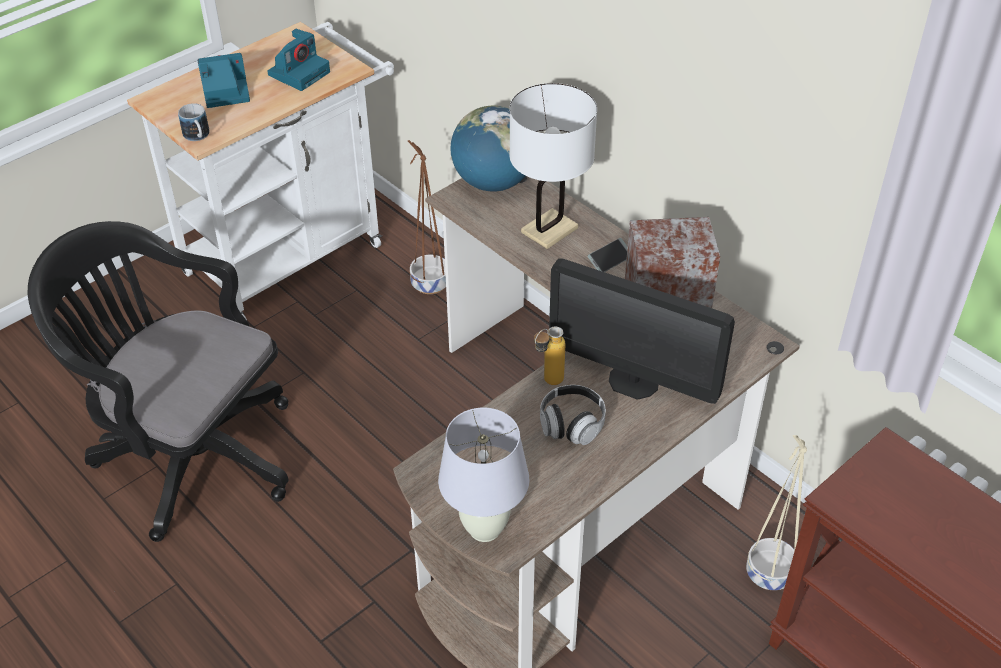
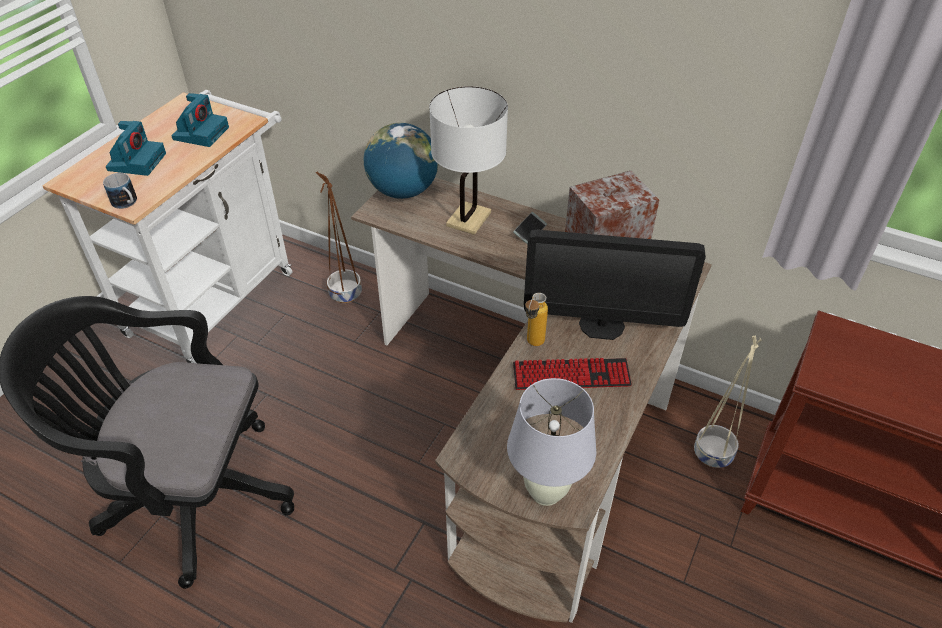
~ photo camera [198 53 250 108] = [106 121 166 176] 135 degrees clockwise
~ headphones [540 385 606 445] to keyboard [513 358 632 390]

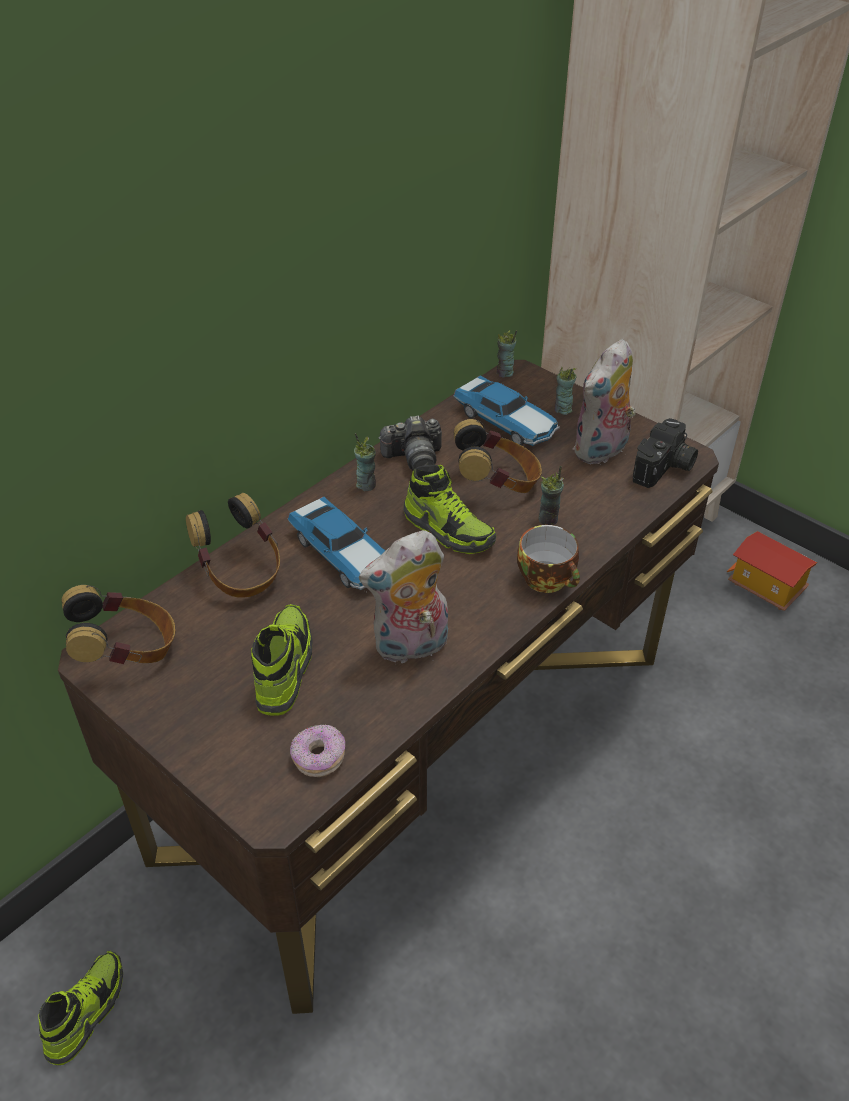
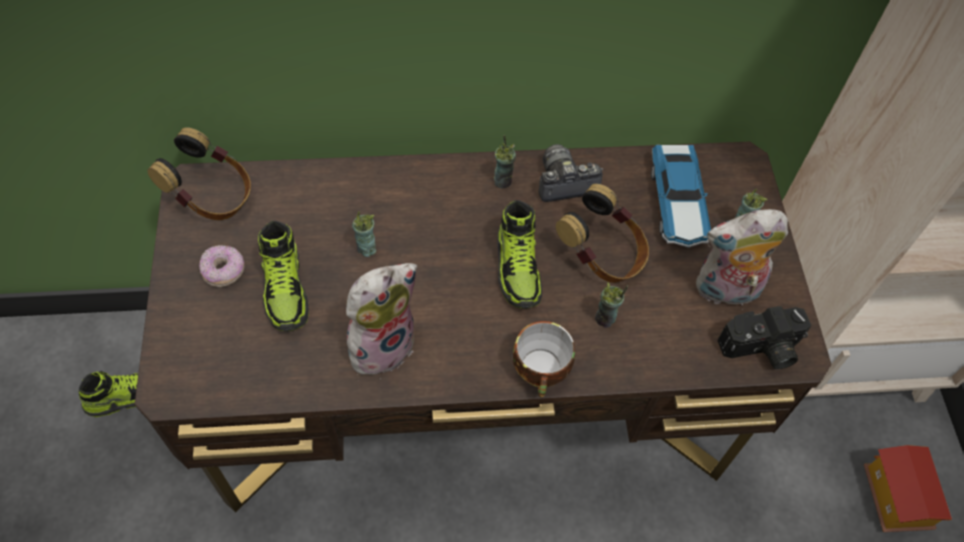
~ donut [290 725 345 777] to [199 245 244 287]
~ shoe [251 604 313 716] = [258 221 309 332] 120 degrees clockwise
~ plush toy [359 530 448 664] = [346 263 417 375] 120 degrees clockwise
~ cup [497 330 517 378] to [352 211 377 257]
~ photo camera [379 415 442 470] = [539 144 603 202] 135 degrees clockwise
- headphones [186 493 280 598]
- toy car [288 497 385 590]

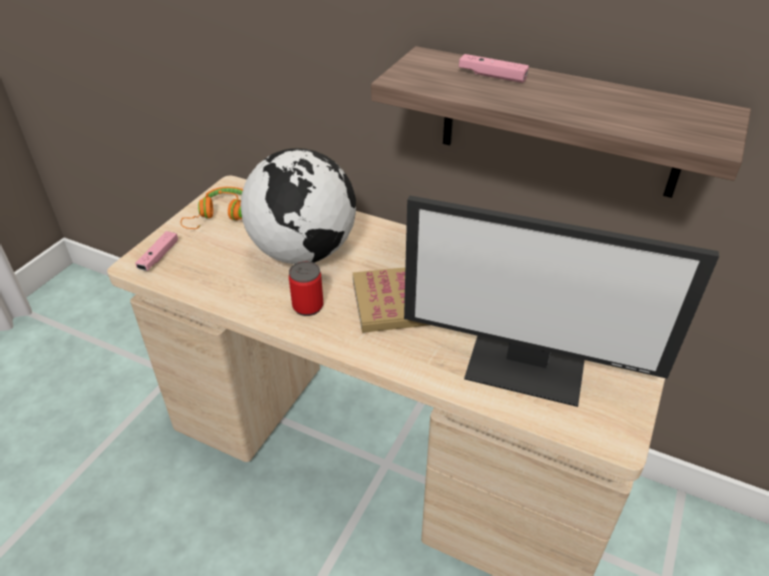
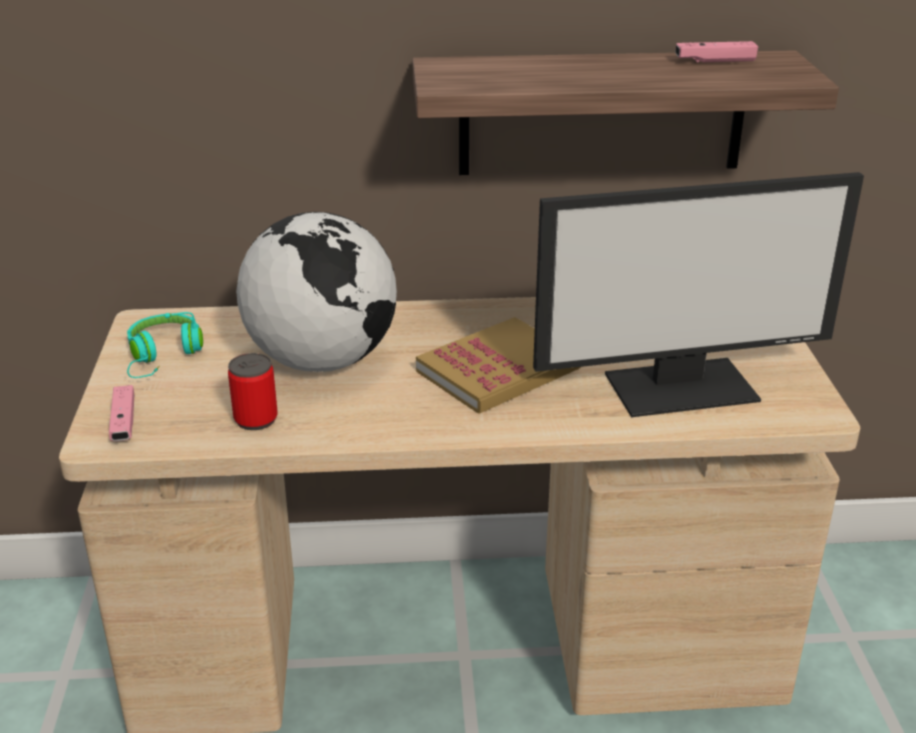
~ orange headphones [180 187 243 229] to turquoise headphones [127 312 203 378]
~ can [289 261 324 316] to [228 353 278 430]
~ pink game controller [459 54 529 83] to [675 41 758 63]

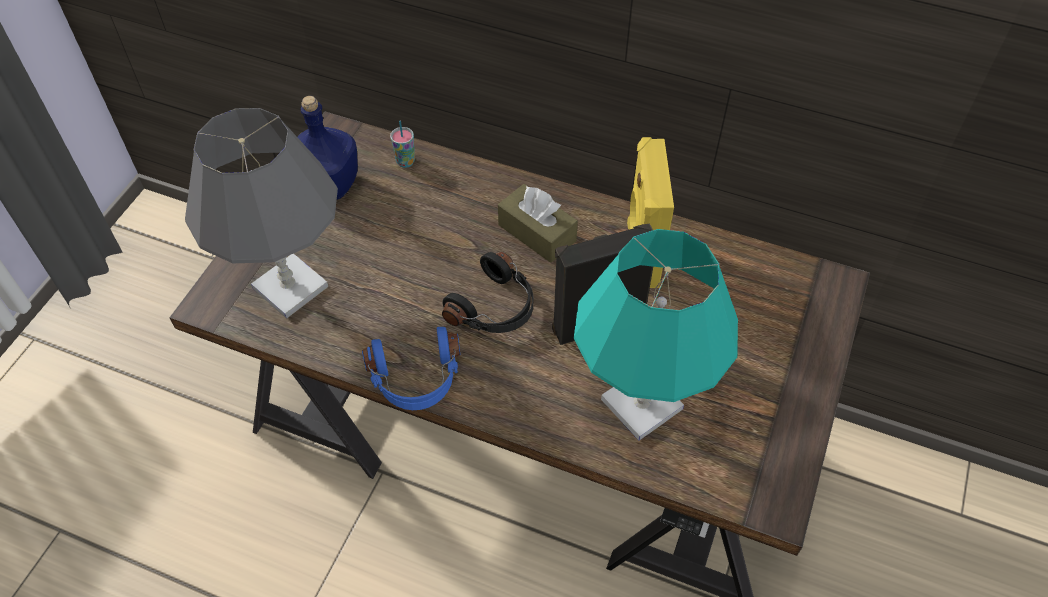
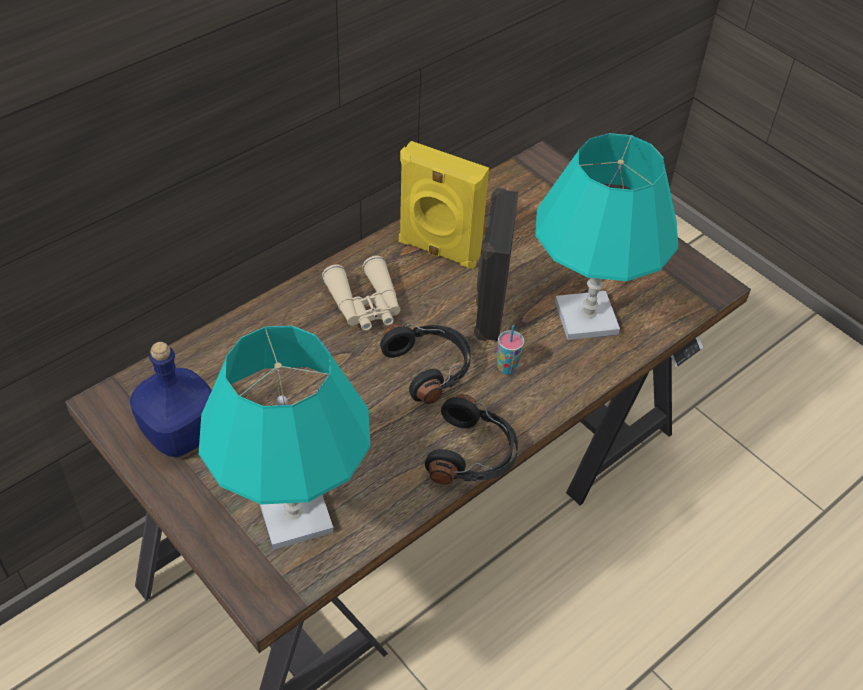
~ grey table lamp [185 108 338 319] to turquoise table lamp [199 326 371 550]
~ brown tissue box [498 184 578 263] to beige binoculars [322 256 400 331]
~ blue headphones [362 327 460 410] to black headphones [425 394 519 484]
~ cup [390 121 415 168] to [497 325 524 375]

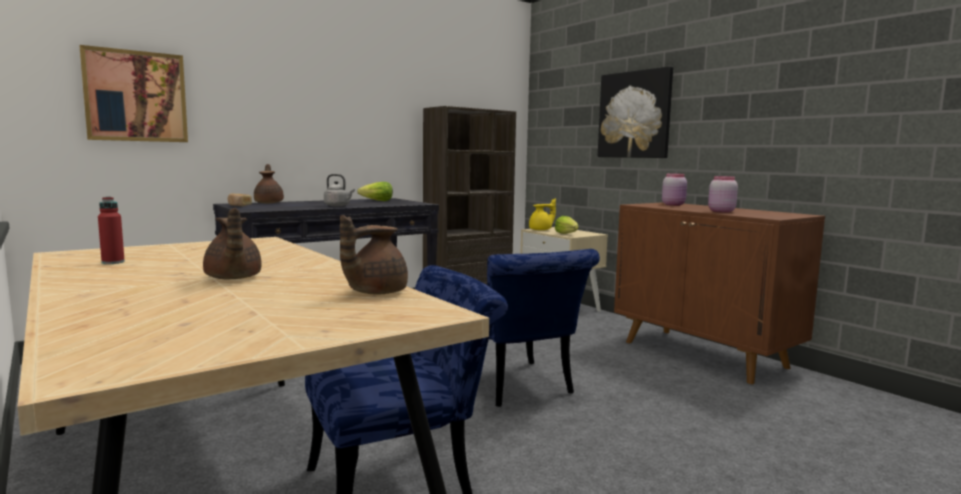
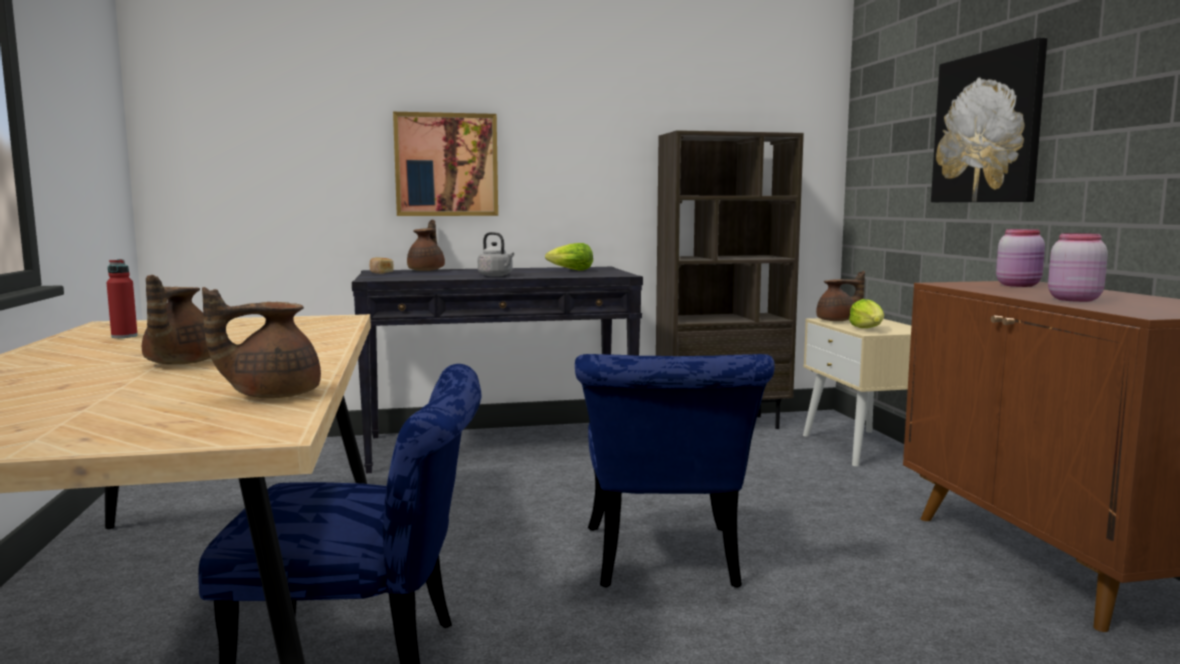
~ picture [80 45 188 142] to [393 112 498 216]
~ yellow teapot [529 199 556 230] to brown teapot [816 271 865 321]

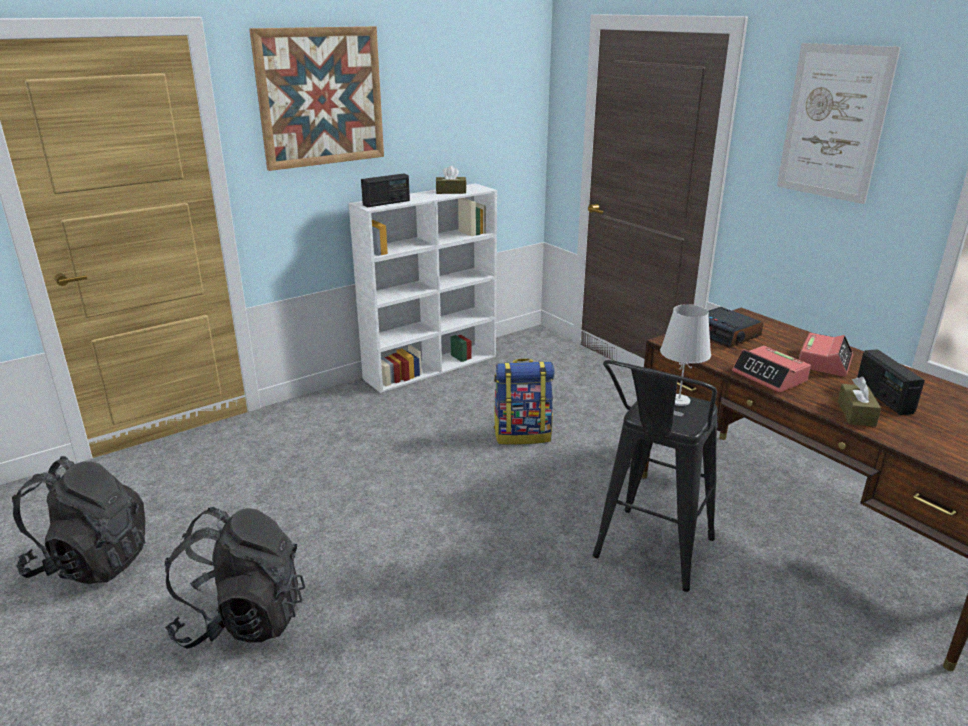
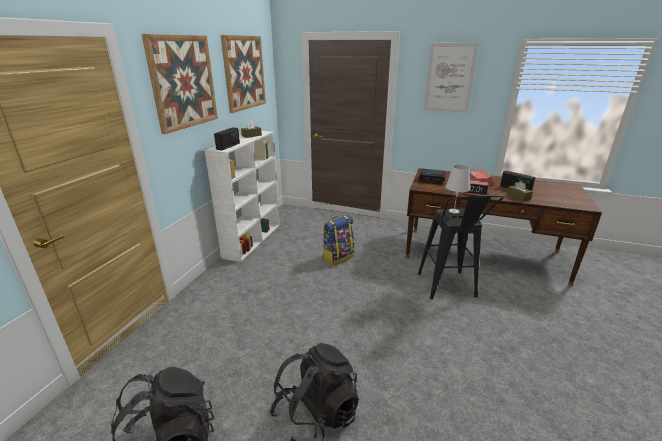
+ picture [221 35 266 113]

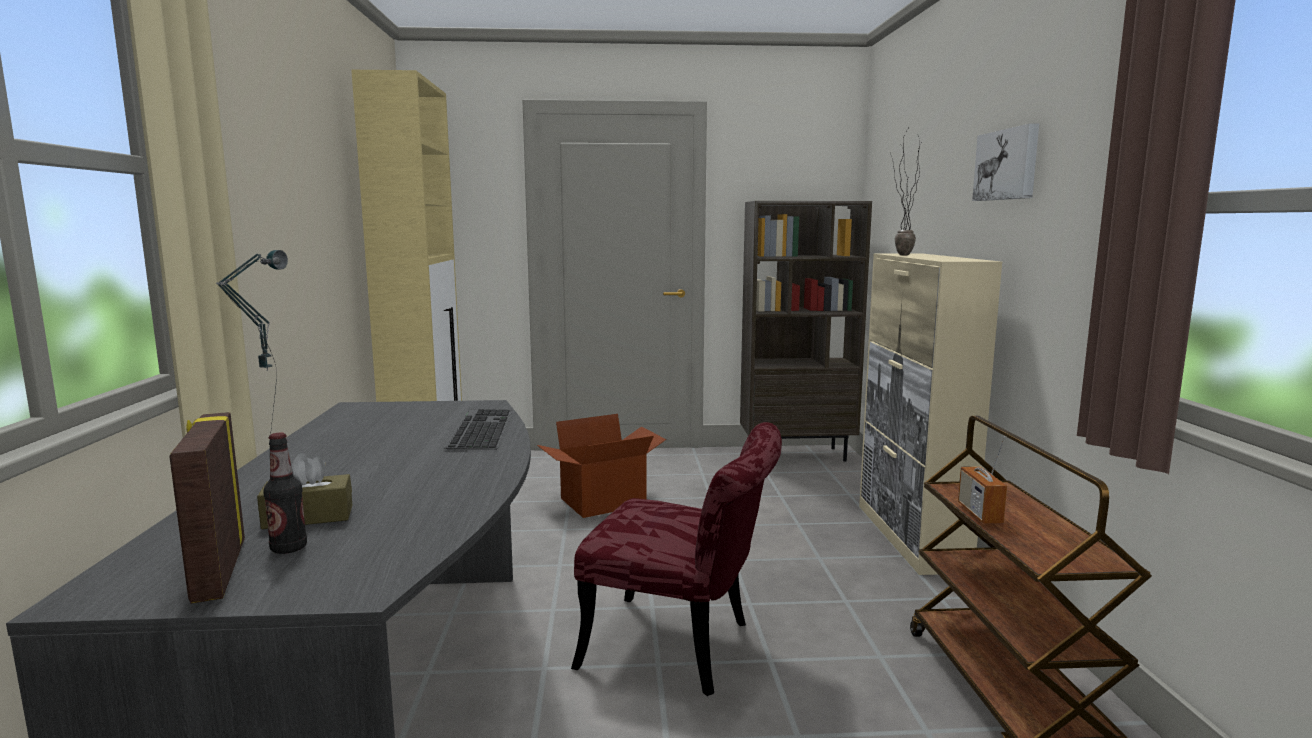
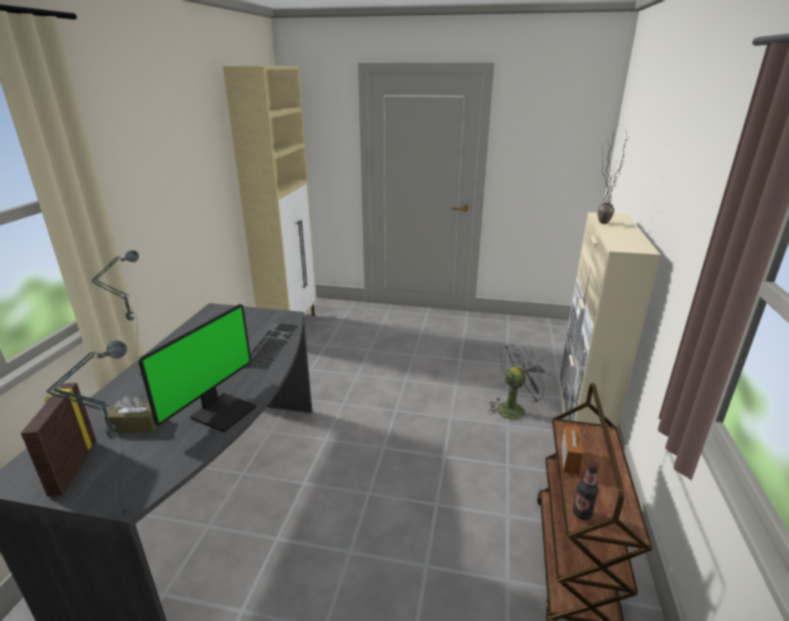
+ table lamp [45 341 127 513]
+ monitor [138 304 256 432]
+ grey fan [488 341 551 421]
~ bottle [263 433 307 554] to [573 461 599 520]
- cardboard box [537 414 666 518]
- red chair [571 422 782 696]
- brown bookcase [740 201 872 461]
- picture [972 123 1039 201]

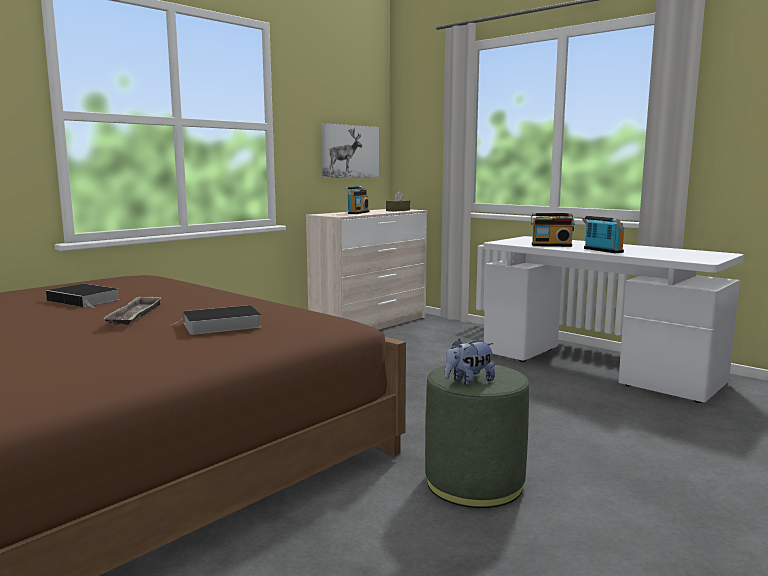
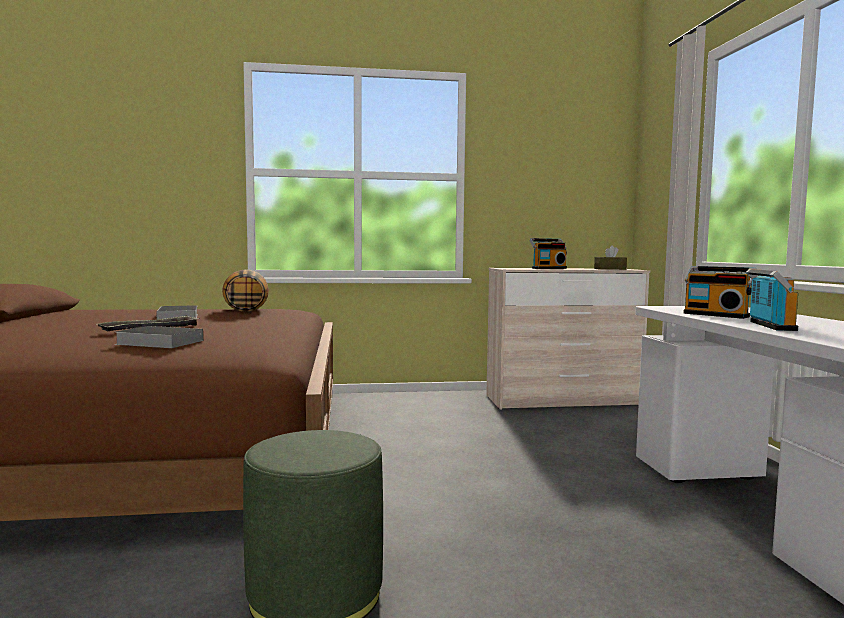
+ pillow [222 269 269 312]
- picture [321 123 379 178]
- plush toy [445 339 495 386]

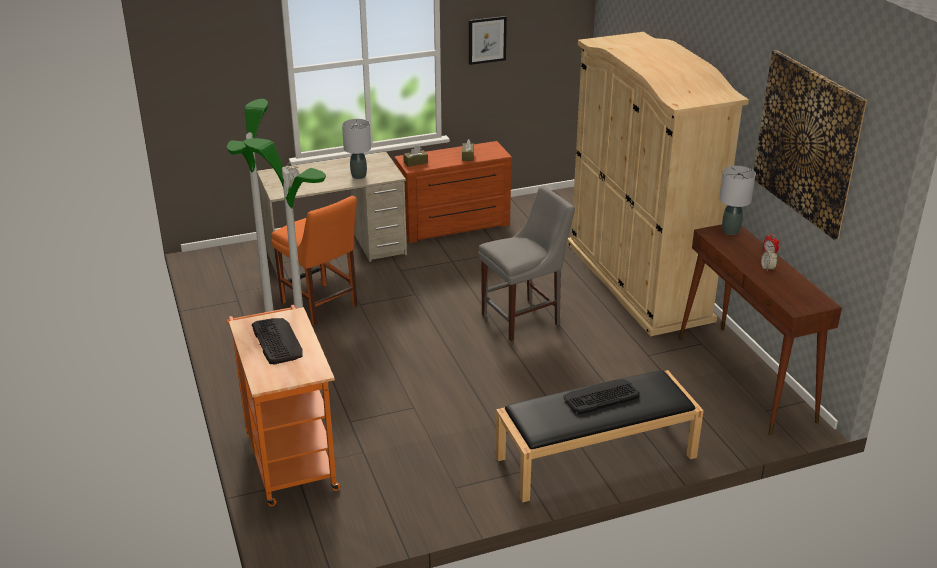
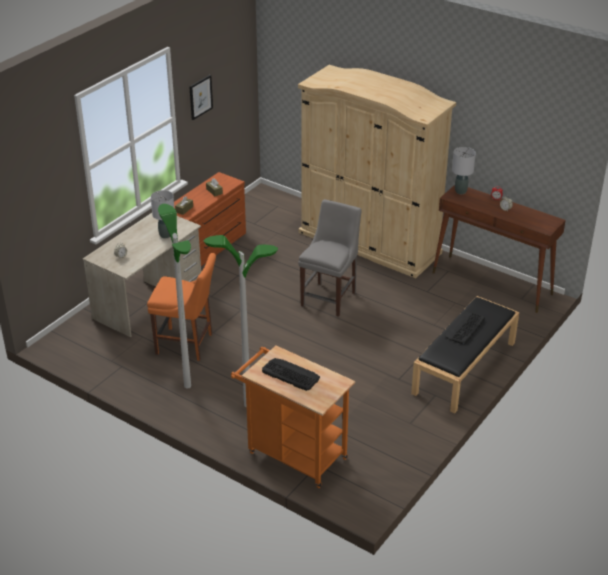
- picture [754 50 867 240]

